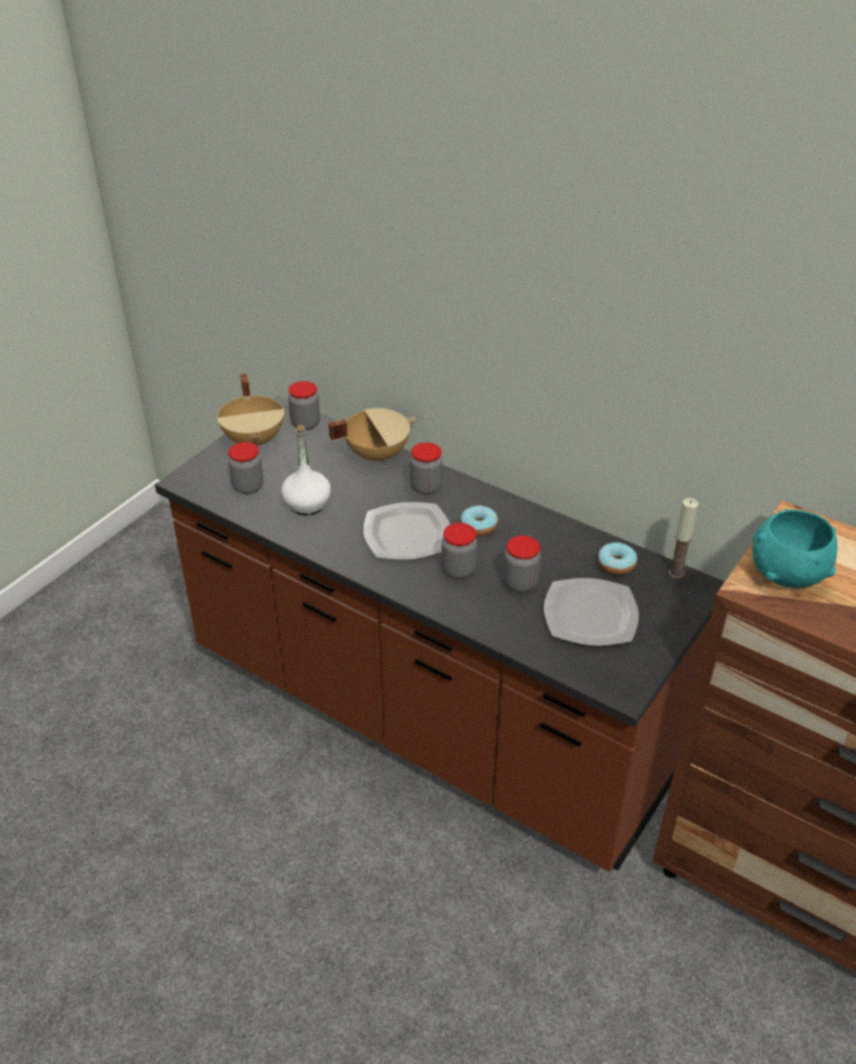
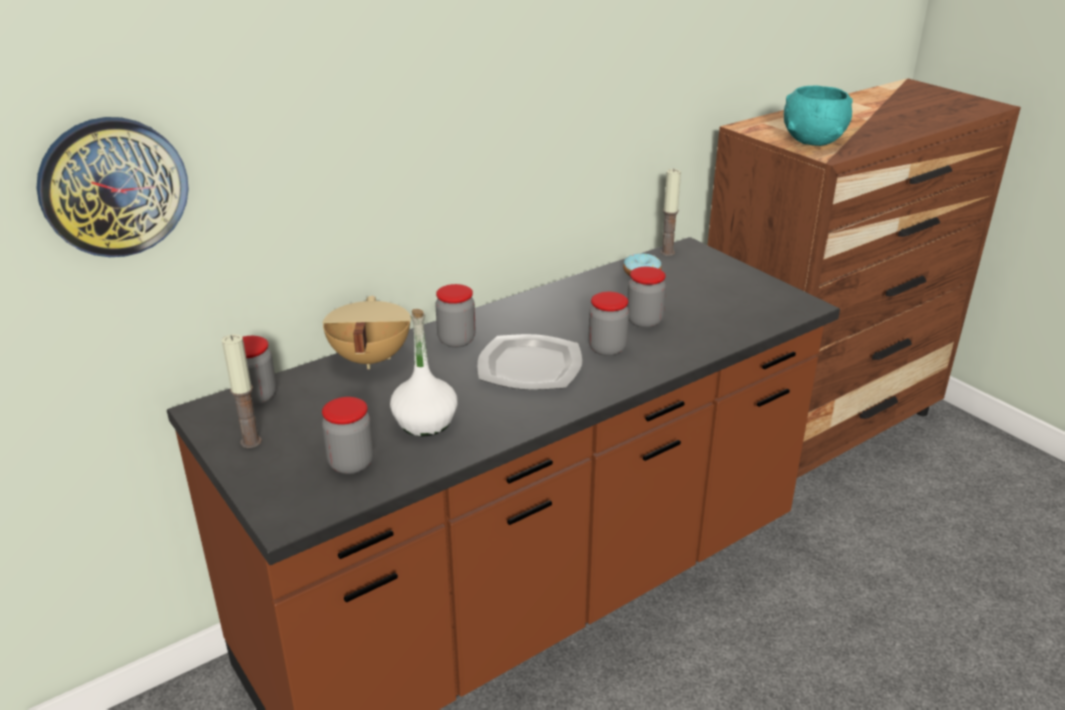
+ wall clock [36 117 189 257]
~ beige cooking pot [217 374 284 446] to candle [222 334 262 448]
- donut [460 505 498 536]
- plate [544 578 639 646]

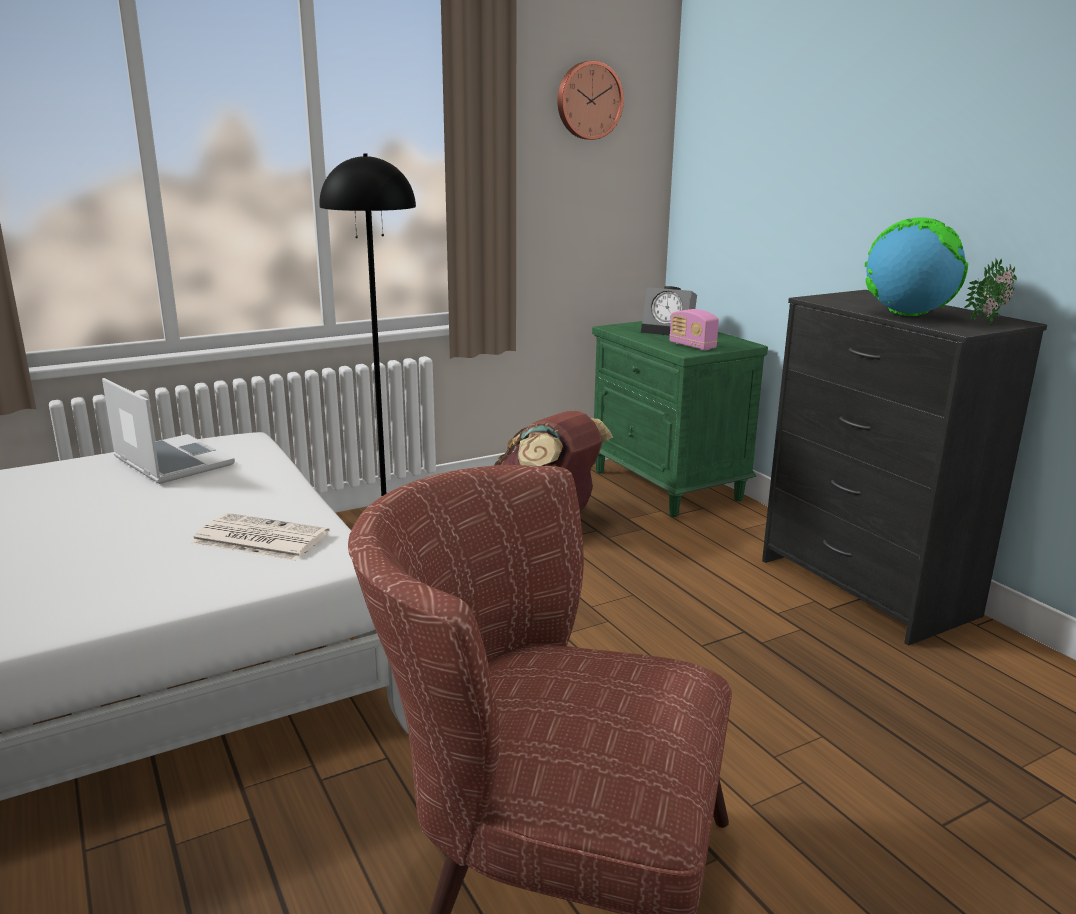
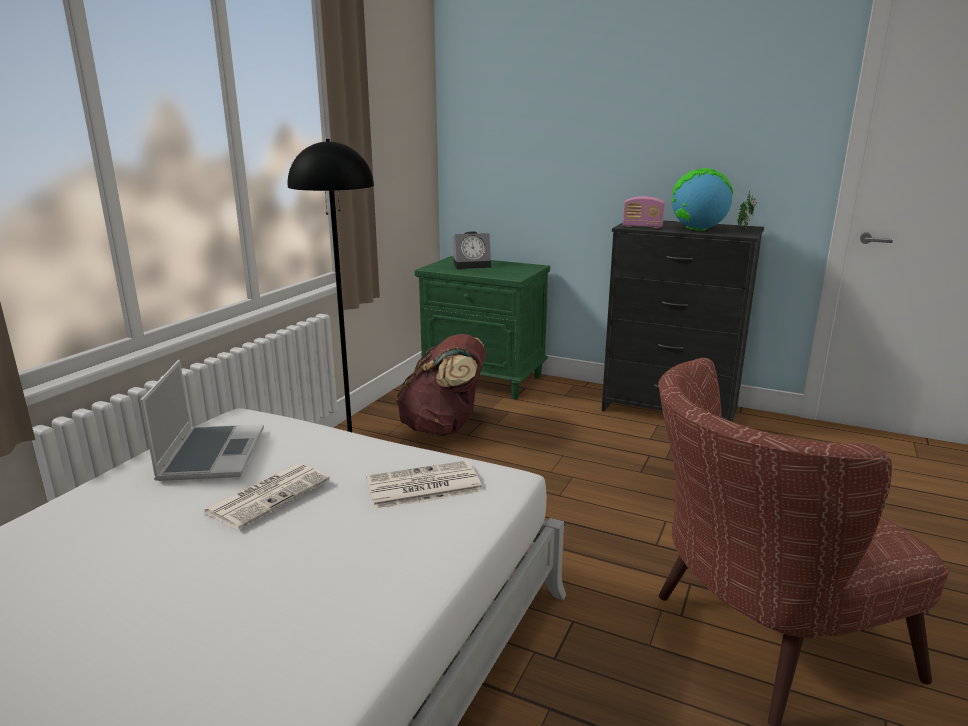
~ laptop [102 378 235 484] = [140 360 264 481] 75 degrees clockwise
+ newspaper [203 463 330 530]
~ radio [669 309 719 350] to [623 196 665 228]
- wall clock [557 61 624 140]

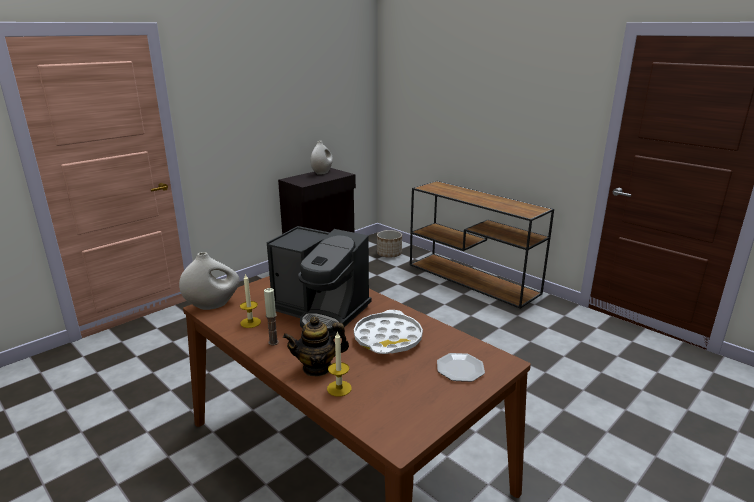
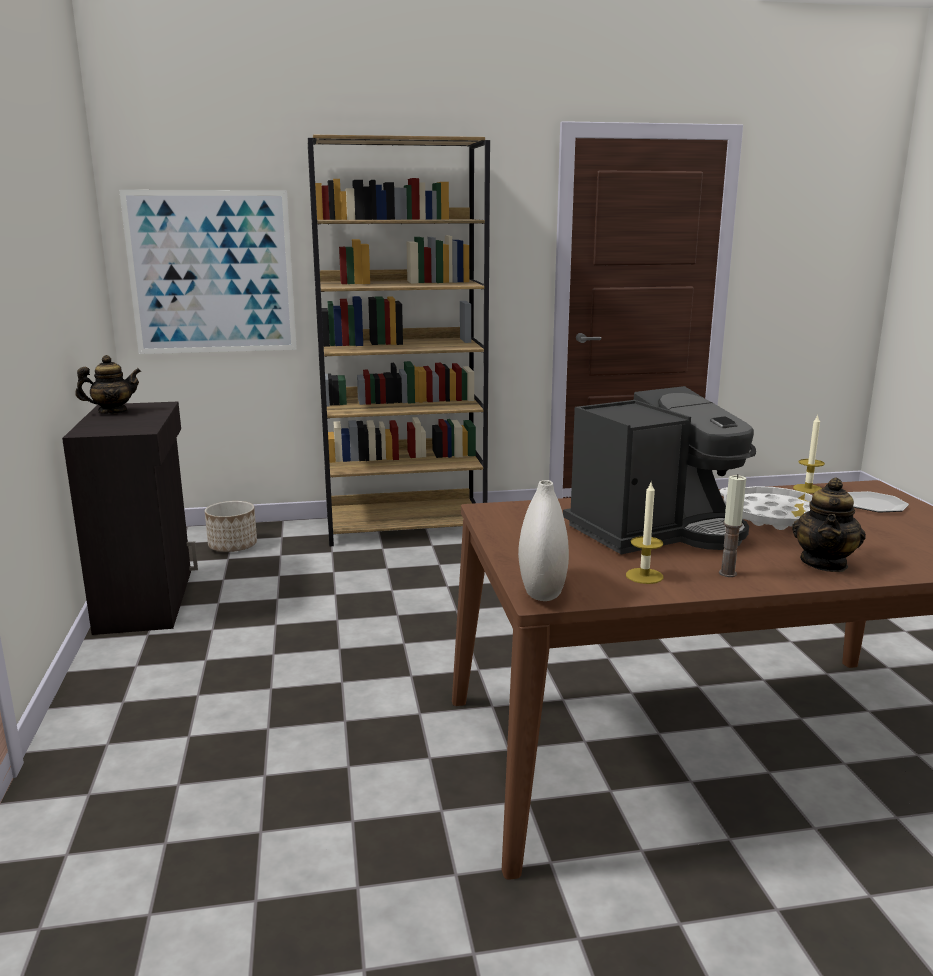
~ white vase [310 141 333 175] to teapot [75 355 141 414]
+ picture [119 190 297 354]
~ brown console table [410 181 554 309] to brown bookcase [308 135 490 546]
~ candle [327 331 352 397] to [793 415 825 494]

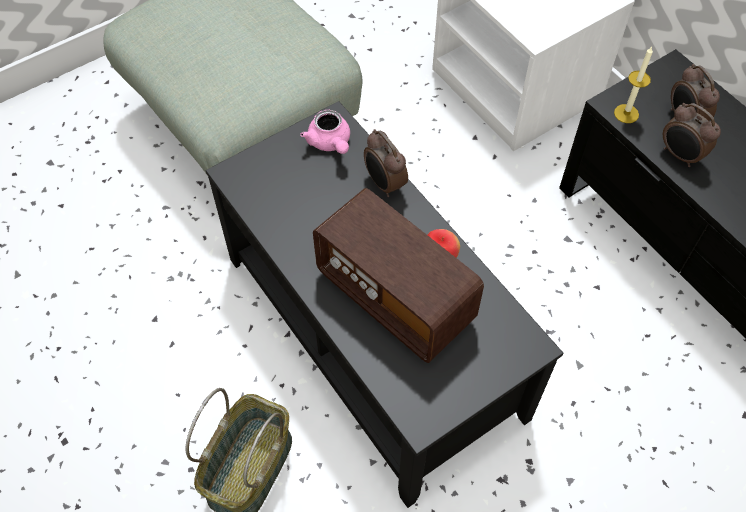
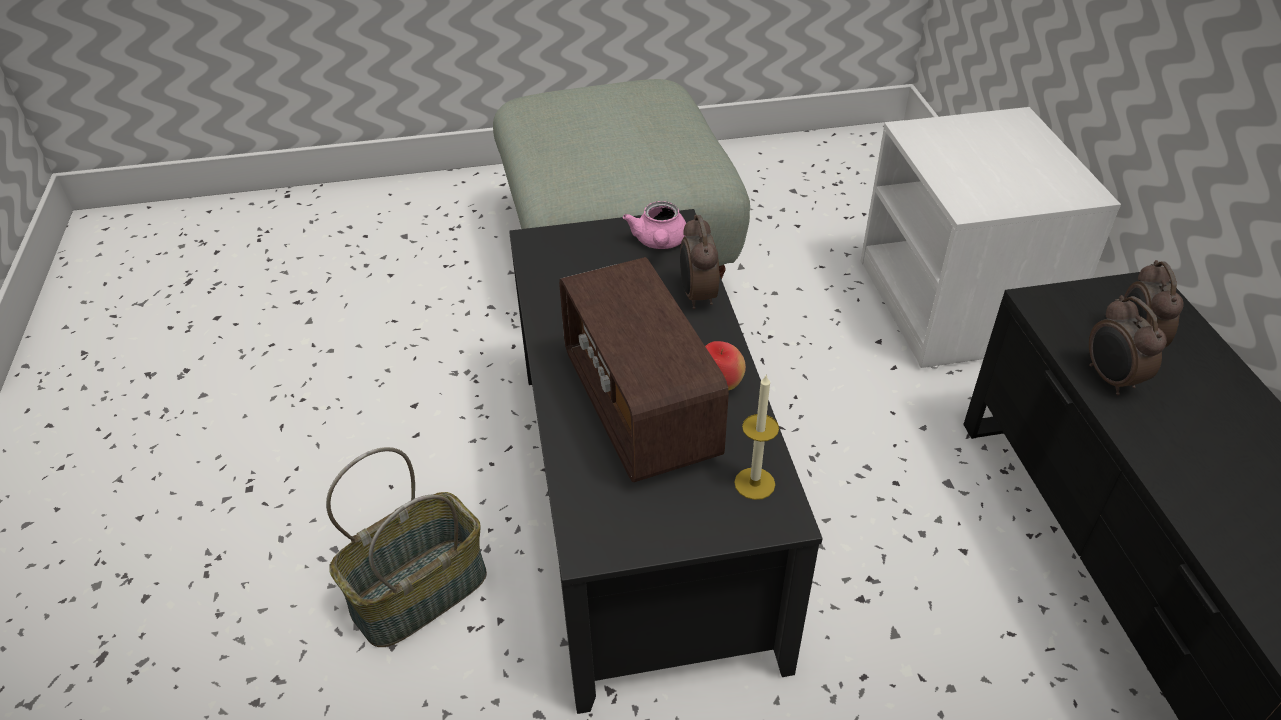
~ candle [614 46 653 123] to [734 375 779 500]

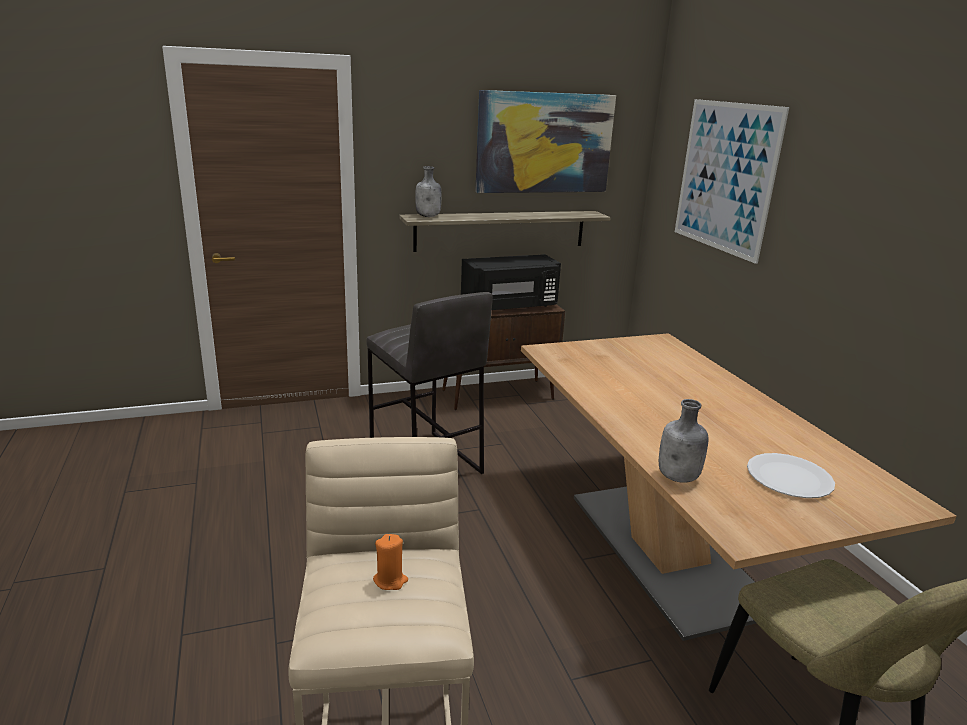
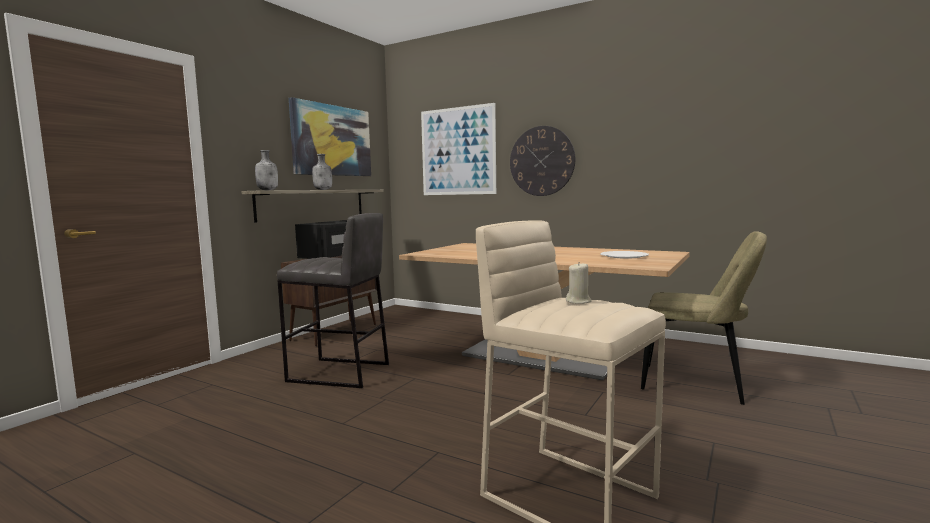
~ grey bottle [659 399 708 483] to [312 154 332 190]
+ wall clock [510 126 575 196]
~ orange candle [373 534 408 590] to beige candle [566 263 592 304]

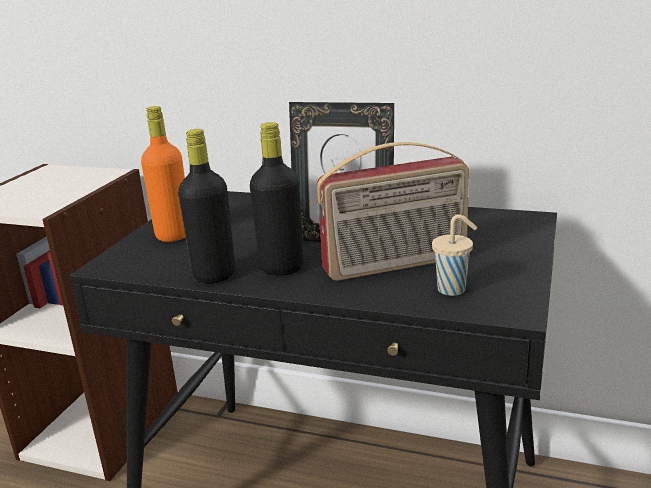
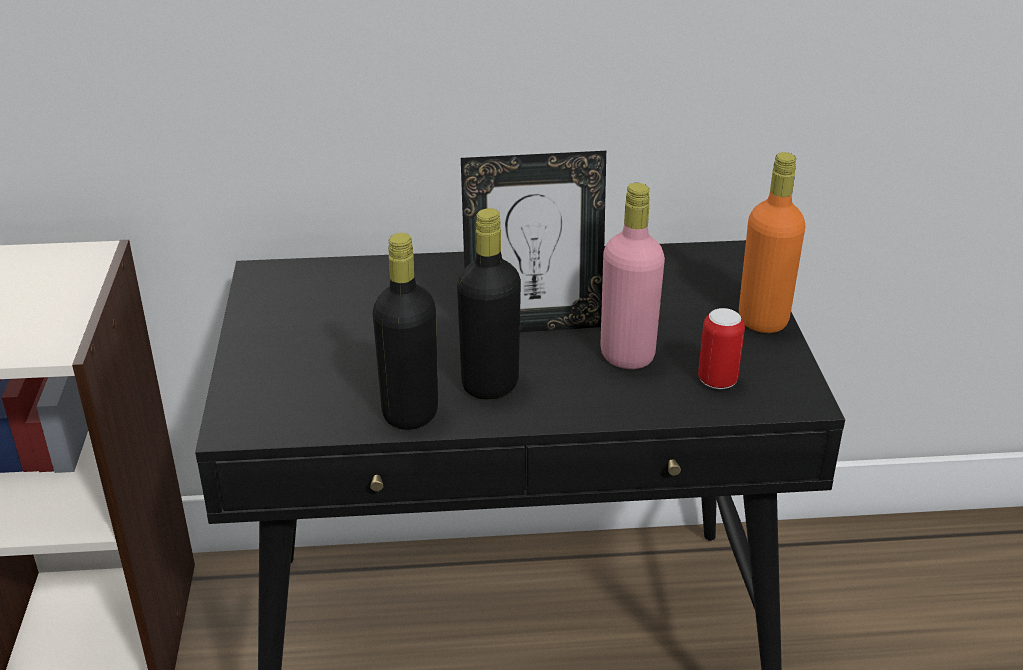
~ radio [317 142 469 281] to pink bottle [600 183 665 369]
~ beige cup [432 214 477 296] to can [698 308 745 389]
~ orange bottle [141 106 185 242] to [739 152 805 333]

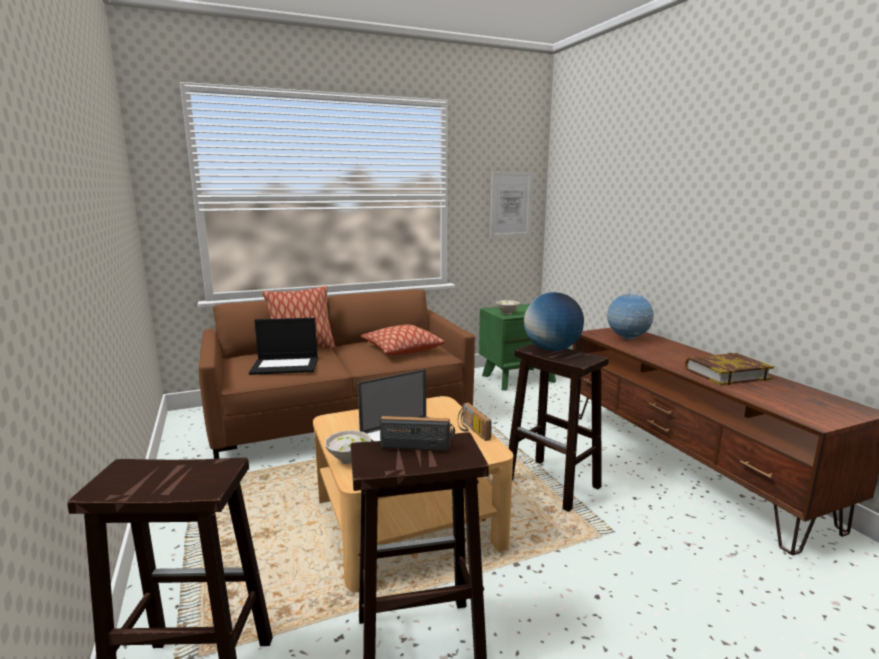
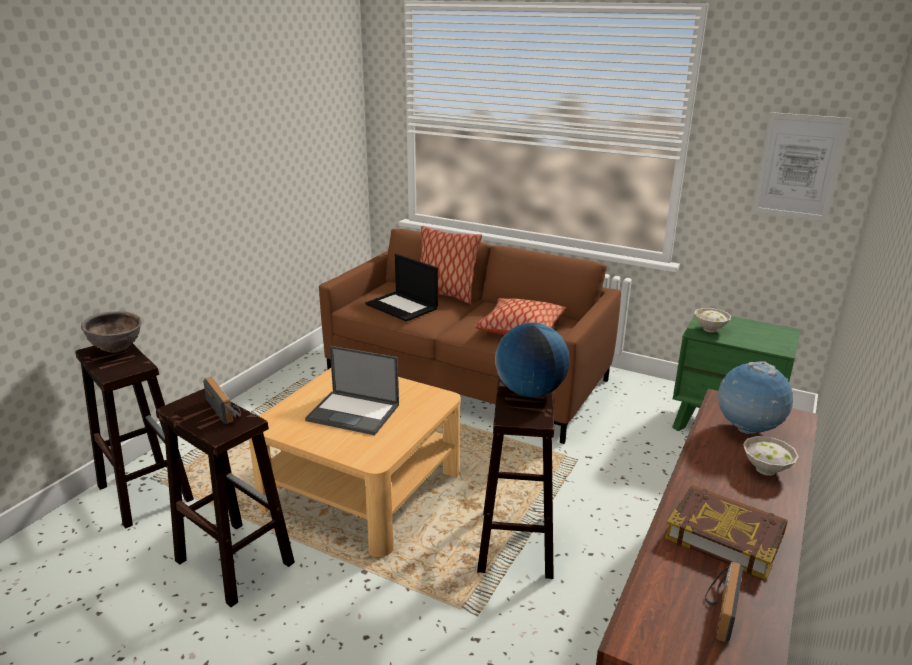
+ brown bowl [81 311 142 353]
~ radio [458 402 492 441] to [705 562 743 642]
~ white bowl [325 430 371 464] to [743 436 799 476]

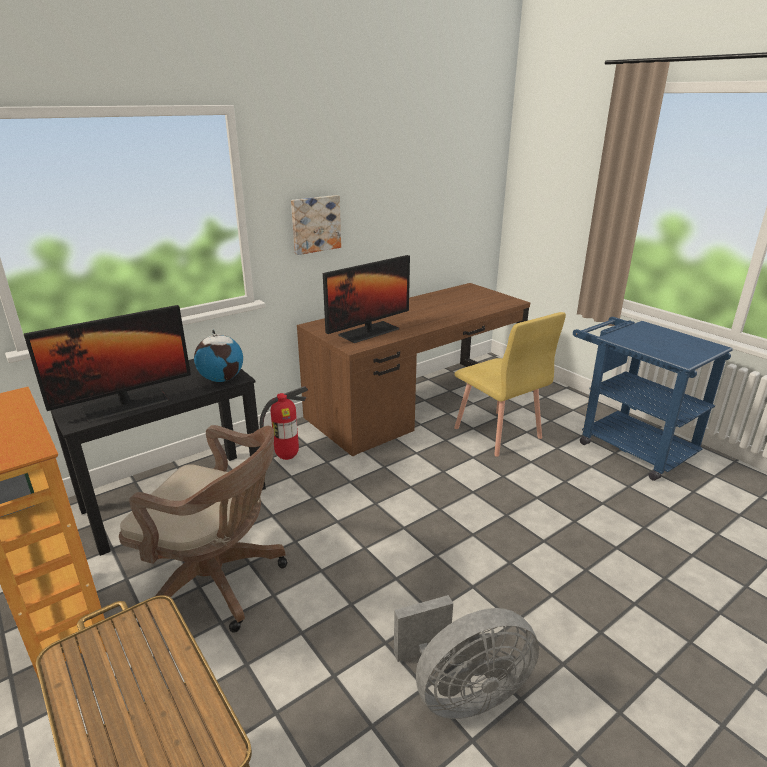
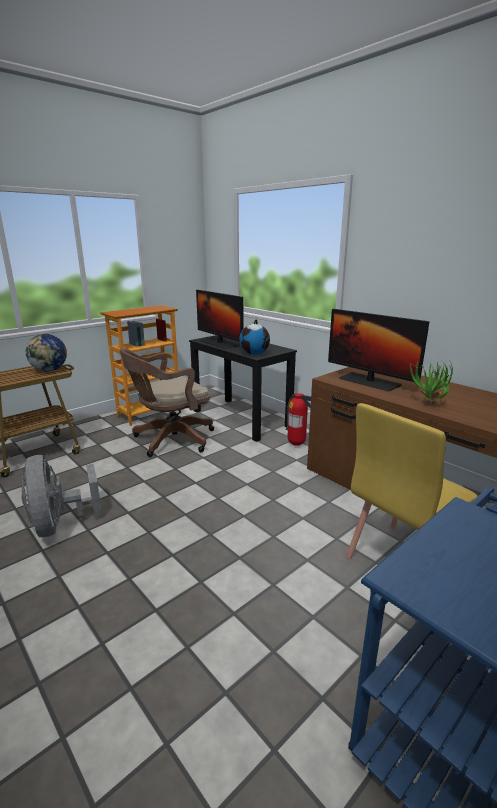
+ globe [26 334 67 371]
~ brown office chair [119 425 287 633] = [119 349 214 457] 45 degrees clockwise
+ potted plant [410 360 453 404]
- picture [291 195 341 255]

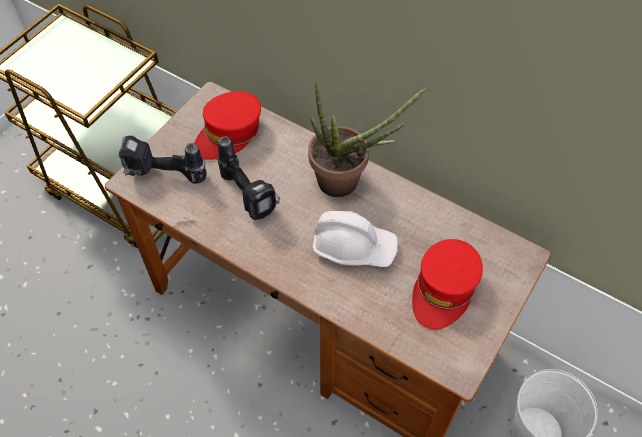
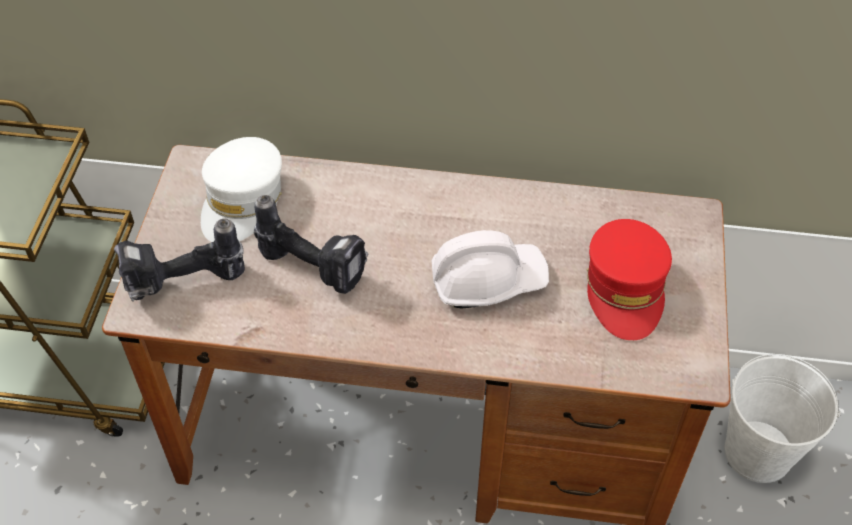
~ red cap [194 91 261 160] to white cap [201 137 282 242]
- potted plant [308 80 427 197]

